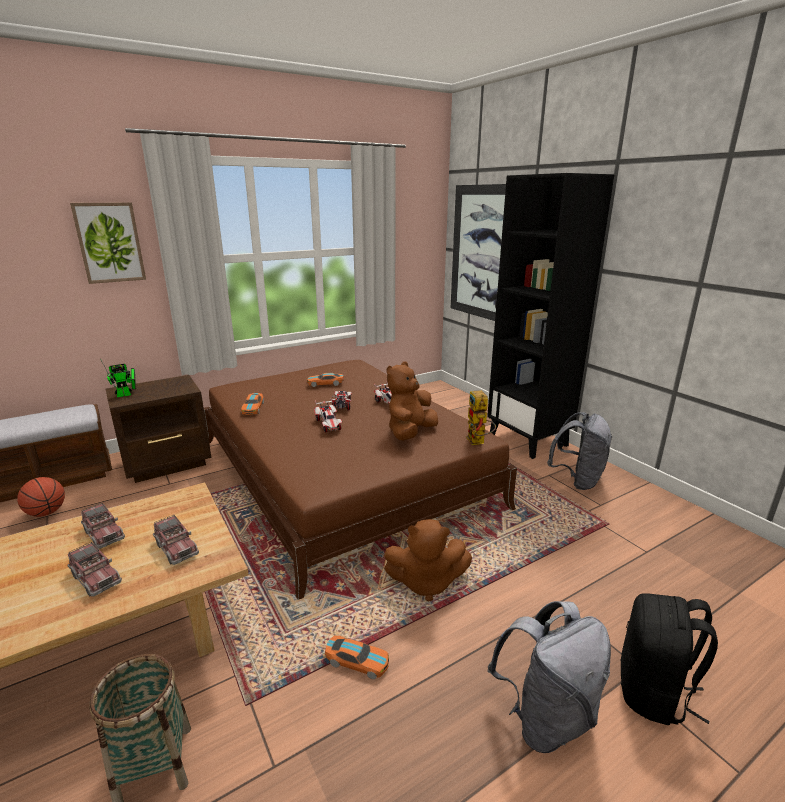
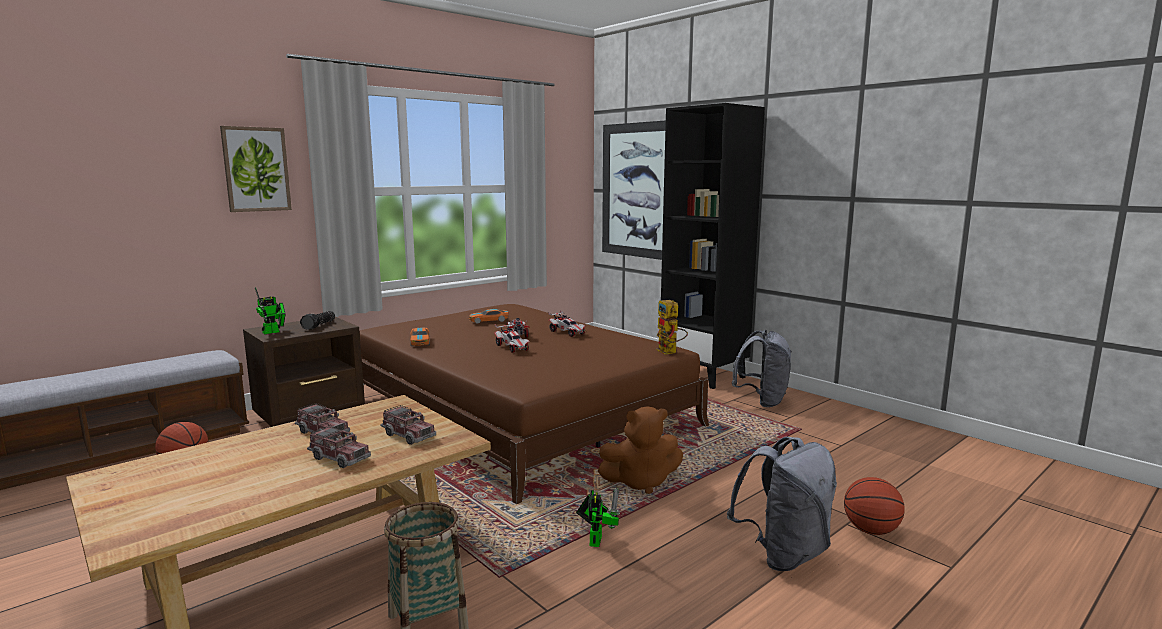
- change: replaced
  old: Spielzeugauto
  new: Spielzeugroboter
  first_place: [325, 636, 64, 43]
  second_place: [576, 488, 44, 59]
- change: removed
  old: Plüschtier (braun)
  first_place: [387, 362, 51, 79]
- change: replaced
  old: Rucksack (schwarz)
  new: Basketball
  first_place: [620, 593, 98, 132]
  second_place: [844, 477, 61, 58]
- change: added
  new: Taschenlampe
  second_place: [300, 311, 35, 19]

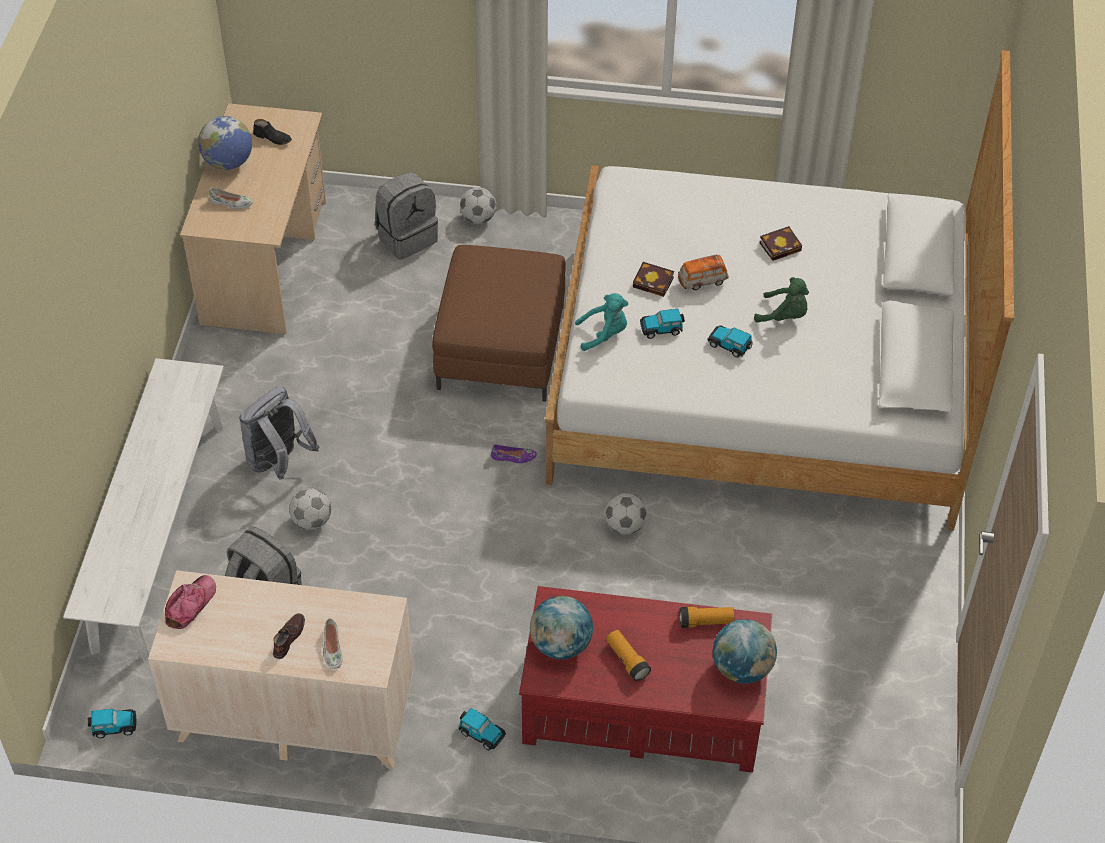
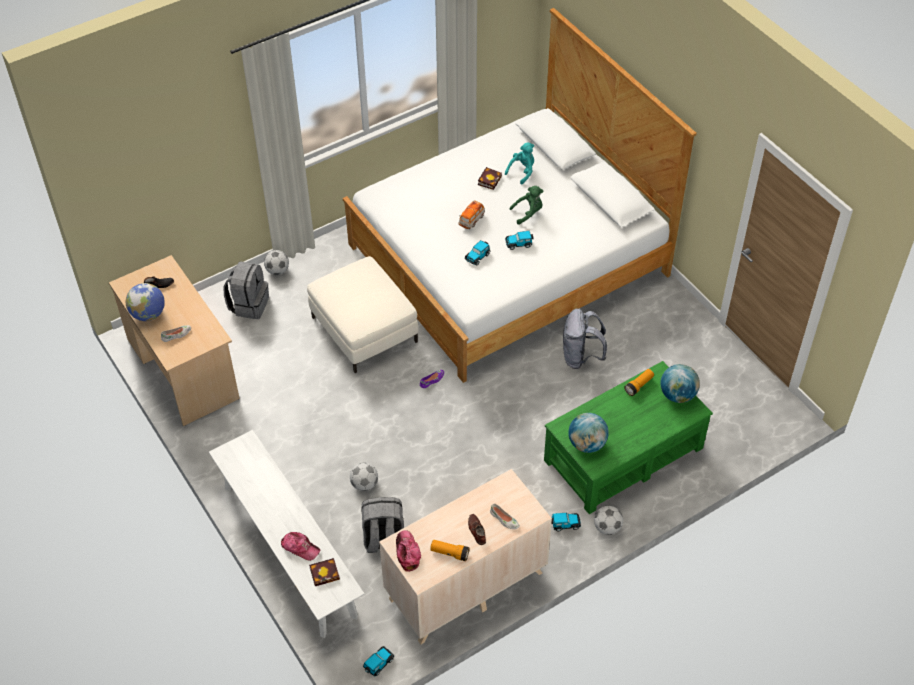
- change: moved
  old: Rucksack (grau)
  first_place: [239, 386, 81, 94]
  second_place: [563, 308, 44, 61]
- change: recoloured
  old: Polsterhocker (braun)
  new: Polsterhocker (weiß)
  first_place: [432, 245, 134, 157]
  second_place: [307, 256, 111, 117]
- change: recoloured
  old: Couchtisch (rot)
  new: Couchtisch (grün)
  first_place: [519, 586, 253, 187]
  second_place: [544, 361, 169, 153]
- change: moved
  old: Plüschtier (türkis)
  first_place: [575, 293, 53, 58]
  second_place: [505, 142, 29, 43]
- change: moved
  old: Fußball
  first_place: [605, 493, 42, 42]
  second_place: [594, 506, 29, 29]
- change: moved
  old: Taschenlampe
  first_place: [607, 630, 44, 51]
  second_place: [430, 540, 40, 21]
- change: moved
  old: Buch
  first_place: [633, 262, 41, 35]
  second_place: [309, 558, 31, 28]
- change: added
  new: Kappe
  second_place: [281, 532, 39, 29]

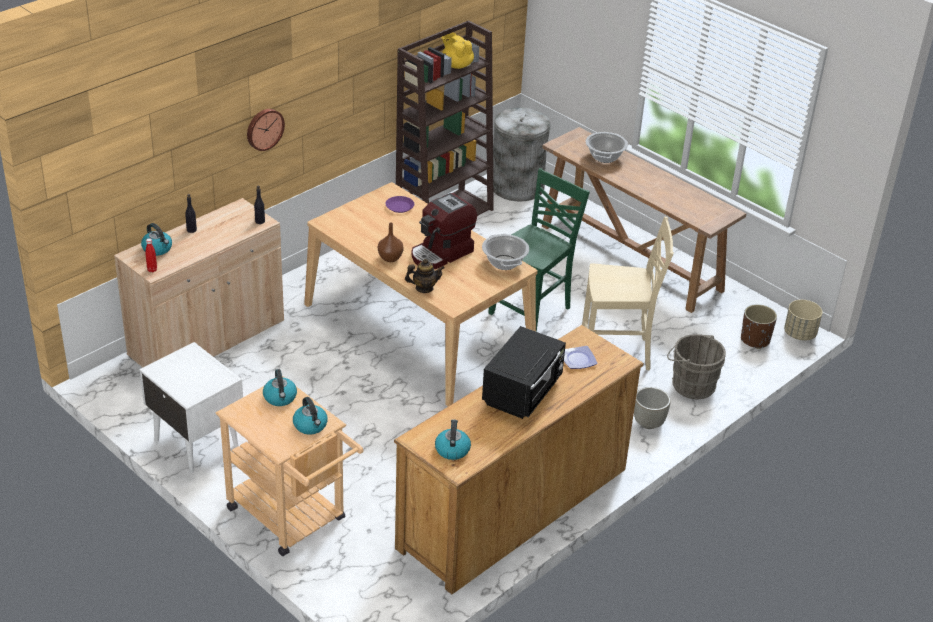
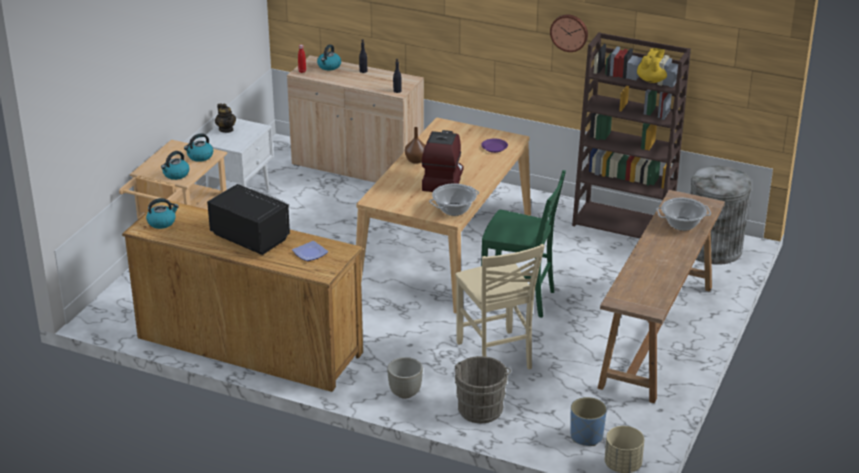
- change: moved
  old: Wanduhr
  first_place: [247, 109, 38, 42]
  second_place: [550, 15, 38, 37]
- change: moved
  old: Teekanne
  first_place: [405, 259, 40, 34]
  second_place: [215, 103, 21, 30]
- change: turned
  old: Kaffeemaschine
  first_place: [411, 193, 66, 76]
  second_place: [422, 130, 42, 62]
  degrees: 75
- change: turned
  old: Mikrowelle (schwarz)
  first_place: [482, 326, 84, 93]
  second_place: [207, 184, 83, 71]
  degrees: -150
- change: recoloured
  old: Pflanzkübel (braun)
  new: Pflanzkübel (blau)
  first_place: [741, 304, 36, 45]
  second_place: [571, 397, 36, 49]

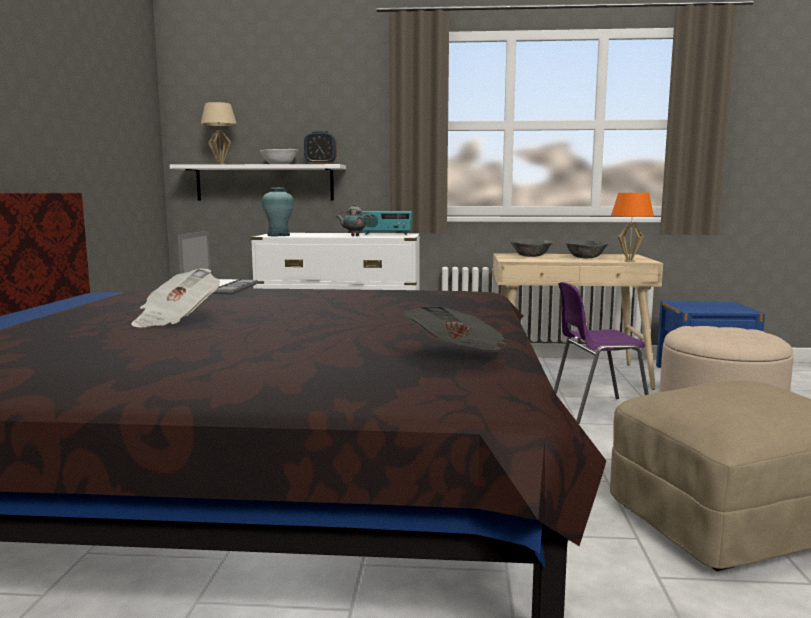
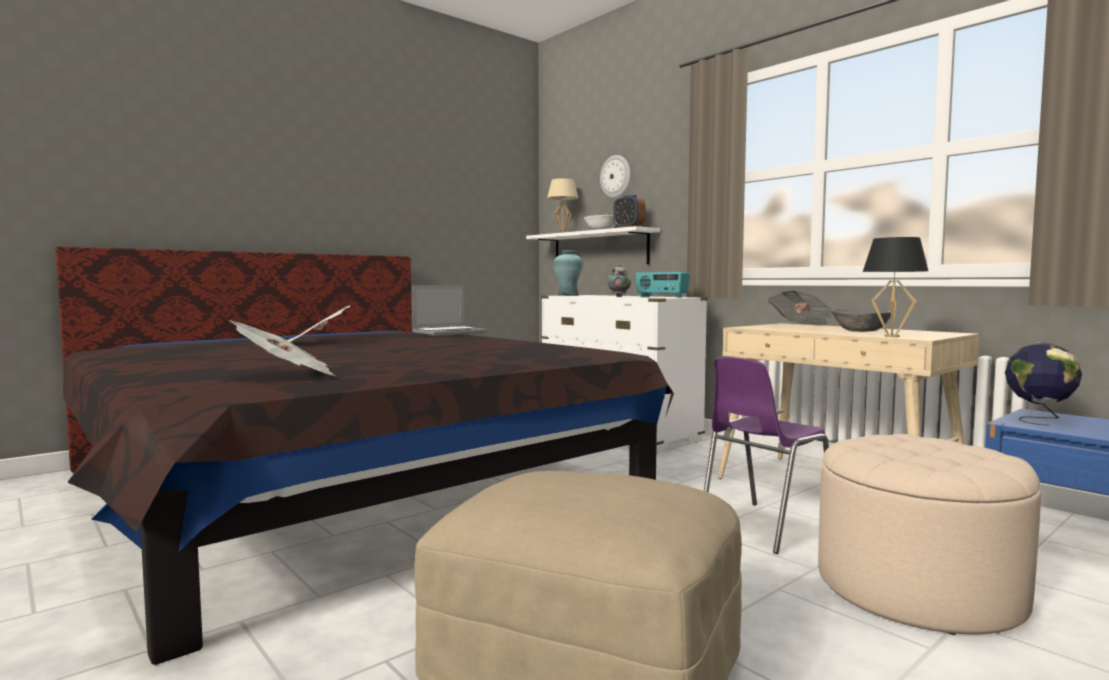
- change: replaced
  old: Schüssel (grau)
  new: Zeitung
  first_place: [511, 239, 42, 18]
  second_place: [768, 291, 64, 34]
- change: turned
  old: Stuhl (lila)
  first_place: [554, 282, 95, 142]
  second_place: [704, 357, 125, 197]
  degrees: -75
- change: recoloured
  old: Tischlampe (orange)
  new: Tischlampe (schwarz)
  first_place: [611, 193, 43, 69]
  second_place: [863, 237, 65, 100]
- change: added
  new: Wanduhr
  second_place: [600, 155, 30, 43]
- change: added
  new: Globus
  second_place: [1005, 343, 77, 83]

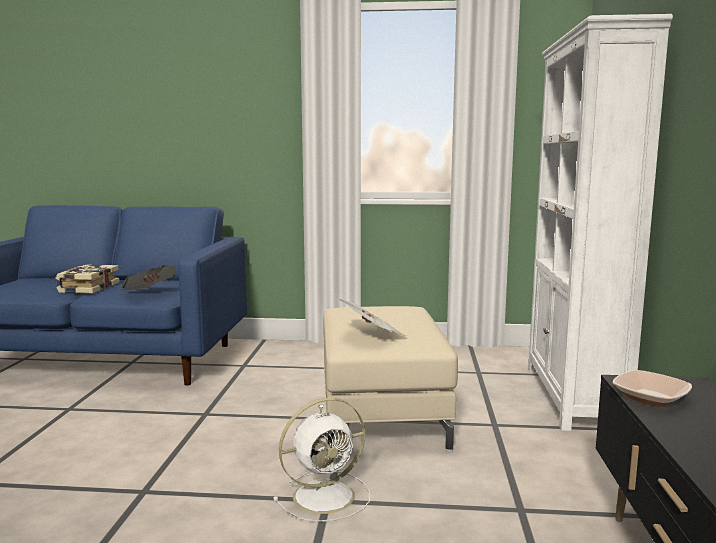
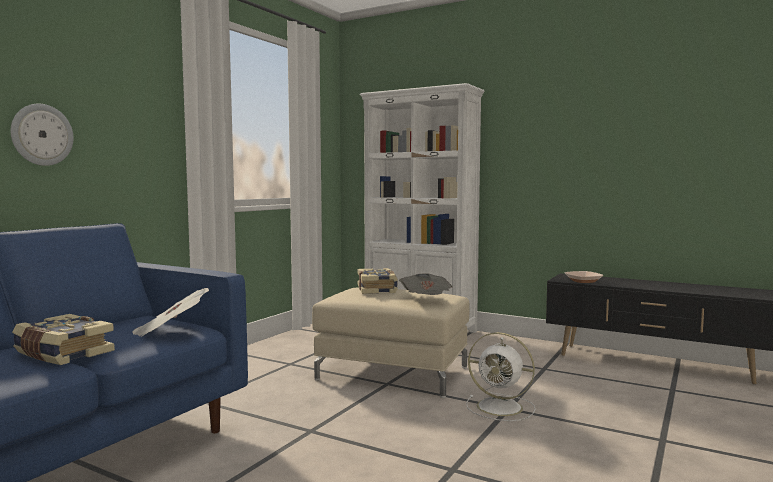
- change: turned
  old: Ventilator (weiß)
  first_place: [273, 398, 97, 124]
  second_place: [466, 332, 69, 89]
  degrees: 120
- change: added
  new: Wanduhr
  second_place: [10, 104, 63, 62]
- change: added
  new: Buch
  second_place: [358, 268, 40, 26]

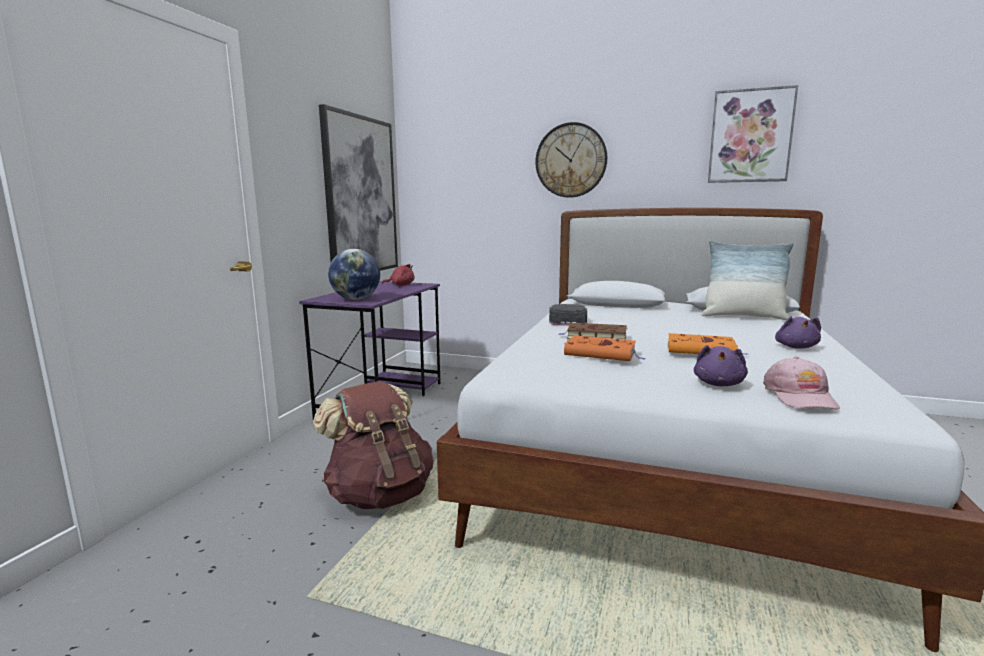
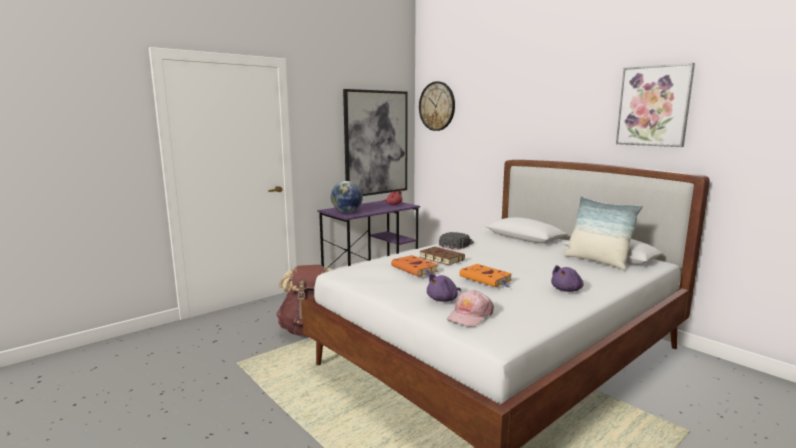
- change: moved
  old: Wanduhr
  first_place: [535, 122, 72, 76]
  second_place: [419, 81, 36, 50]

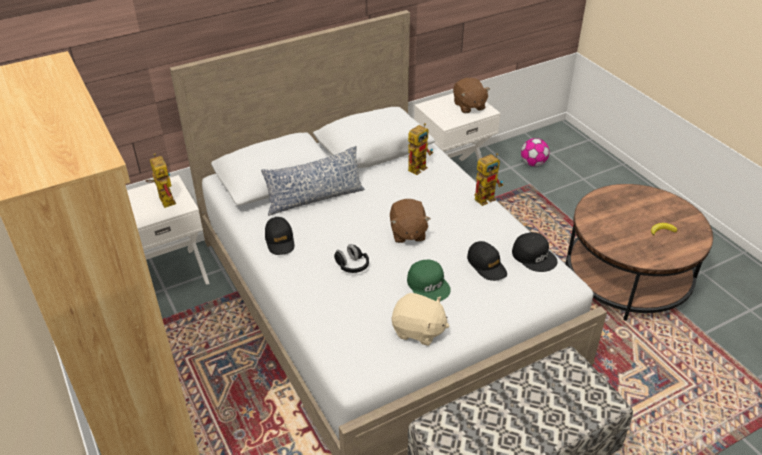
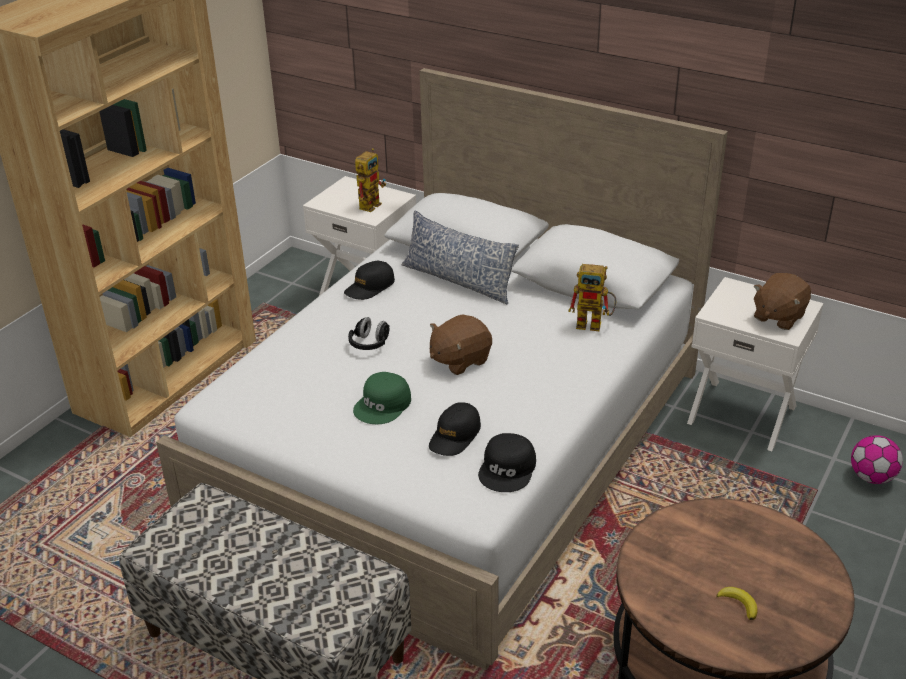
- change: removed
  old: Plüschtier (beige)
  first_place: [392, 293, 57, 53]
- change: removed
  old: Spielzeugroboter
  first_place: [474, 153, 29, 53]

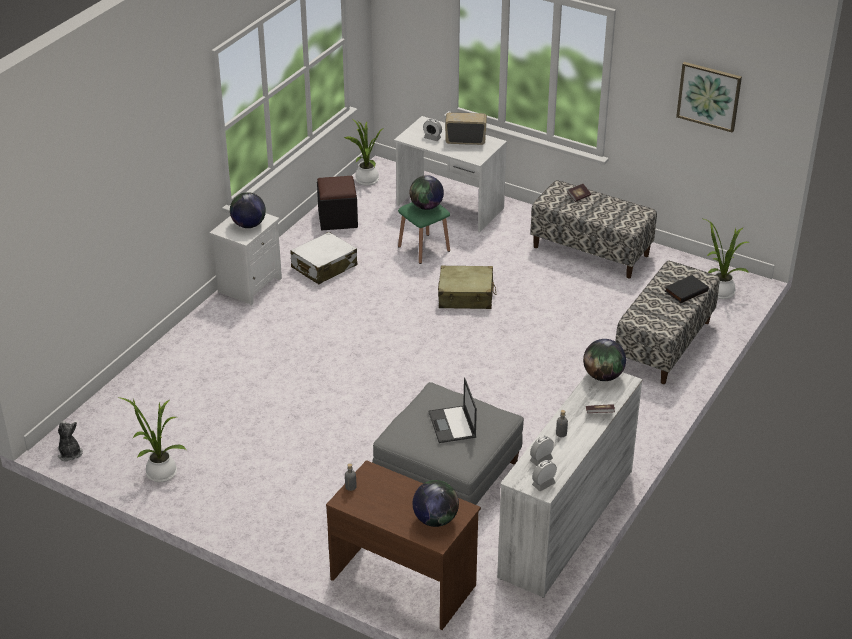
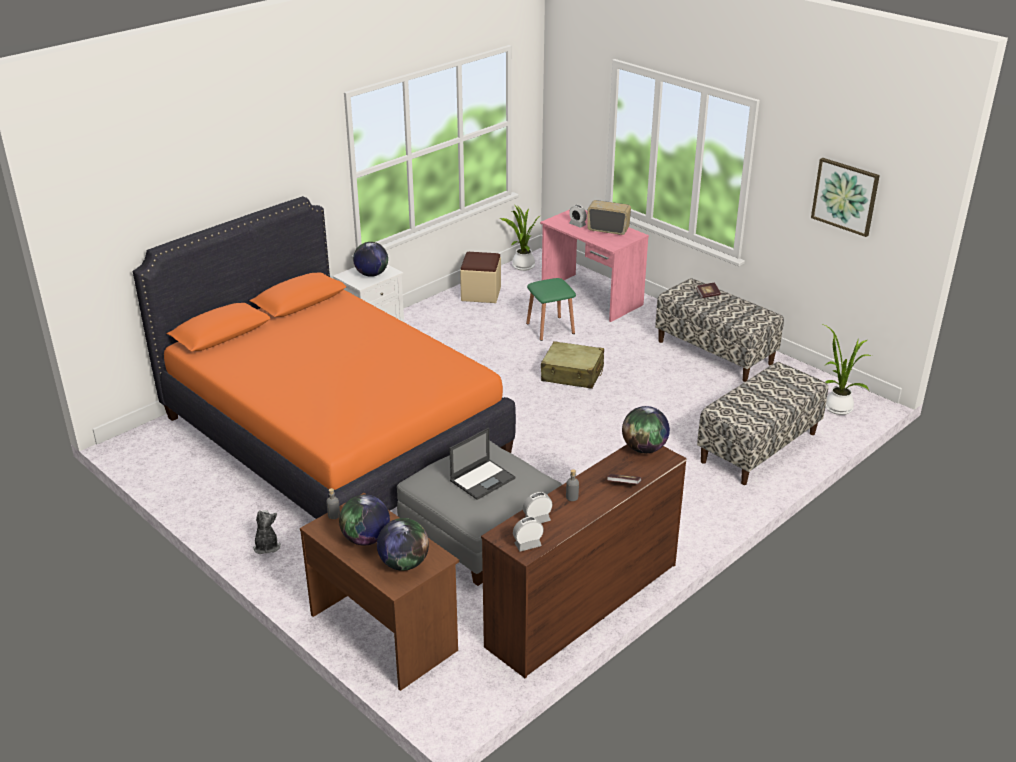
- change: moved
  old: Plüschtier
  first_place: [58, 421, 25, 41]
  second_place: [253, 510, 28, 44]
- change: removed
  old: Topfpflanze
  first_place: [121, 398, 66, 84]
- change: removed
  old: Koffer (weiß)
  first_place: [290, 232, 67, 52]
- change: recoloured
  old: Polsterhocker (schwarz)
  new: Polsterhocker (beige)
  first_place: [317, 176, 41, 54]
  second_place: [460, 252, 41, 51]
- change: recoloured
  old: Schreibtisch (weiß)
  new: Schreibtisch (rosa)
  first_place: [394, 116, 113, 116]
  second_place: [540, 210, 109, 112]
- change: moved
  old: Globus
  first_place: [409, 175, 35, 35]
  second_place: [339, 495, 51, 51]
- change: turned
  old: Laptop
  first_place: [428, 377, 49, 66]
  second_place: [449, 428, 67, 72]
  degrees: -135
- change: recoloured
  old: Kommode (weiß)
  new: Kommode (braun)
  first_place: [497, 372, 145, 226]
  second_place: [481, 444, 206, 234]
- change: removed
  old: Buch (schwarz)
  first_place: [665, 275, 44, 28]
- change: added
  new: Bett (orange)
  second_place: [133, 196, 383, 323]

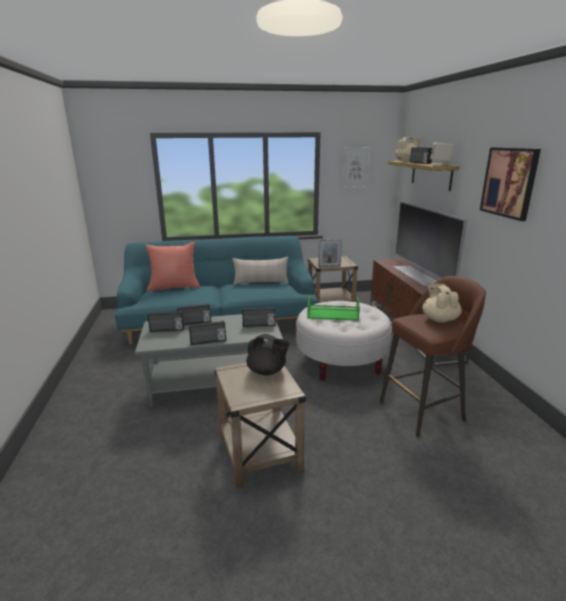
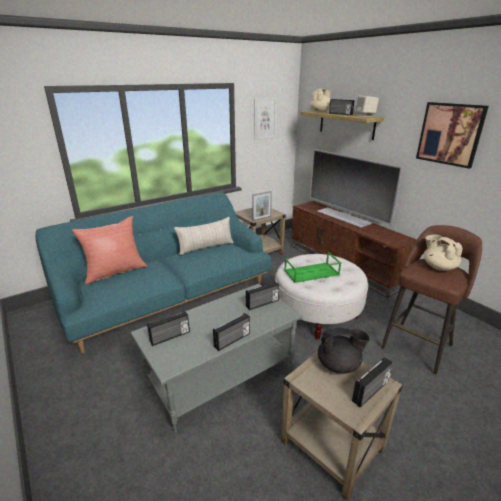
- change: moved
  old: Radio
  first_place: [177, 304, 34, 21]
  second_place: [352, 357, 41, 50]

